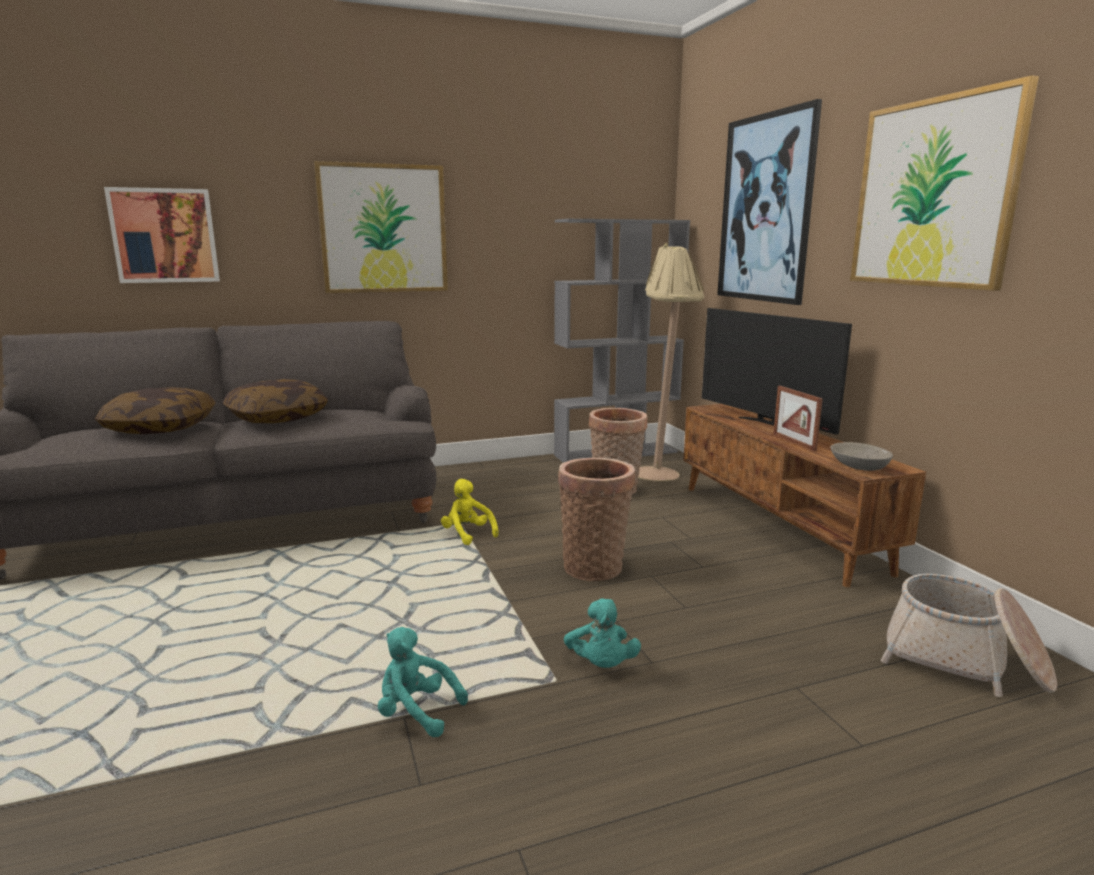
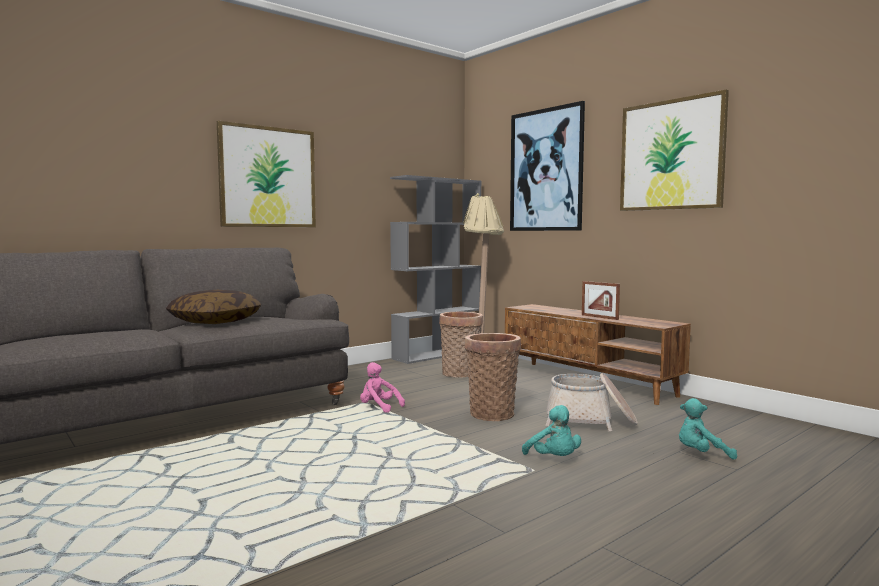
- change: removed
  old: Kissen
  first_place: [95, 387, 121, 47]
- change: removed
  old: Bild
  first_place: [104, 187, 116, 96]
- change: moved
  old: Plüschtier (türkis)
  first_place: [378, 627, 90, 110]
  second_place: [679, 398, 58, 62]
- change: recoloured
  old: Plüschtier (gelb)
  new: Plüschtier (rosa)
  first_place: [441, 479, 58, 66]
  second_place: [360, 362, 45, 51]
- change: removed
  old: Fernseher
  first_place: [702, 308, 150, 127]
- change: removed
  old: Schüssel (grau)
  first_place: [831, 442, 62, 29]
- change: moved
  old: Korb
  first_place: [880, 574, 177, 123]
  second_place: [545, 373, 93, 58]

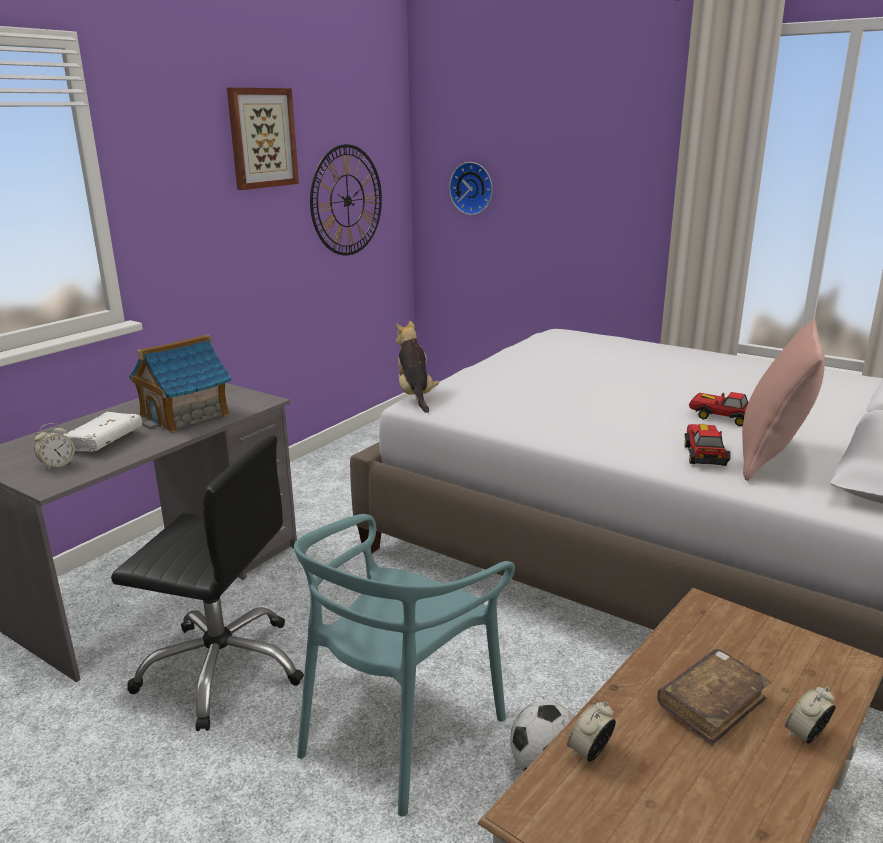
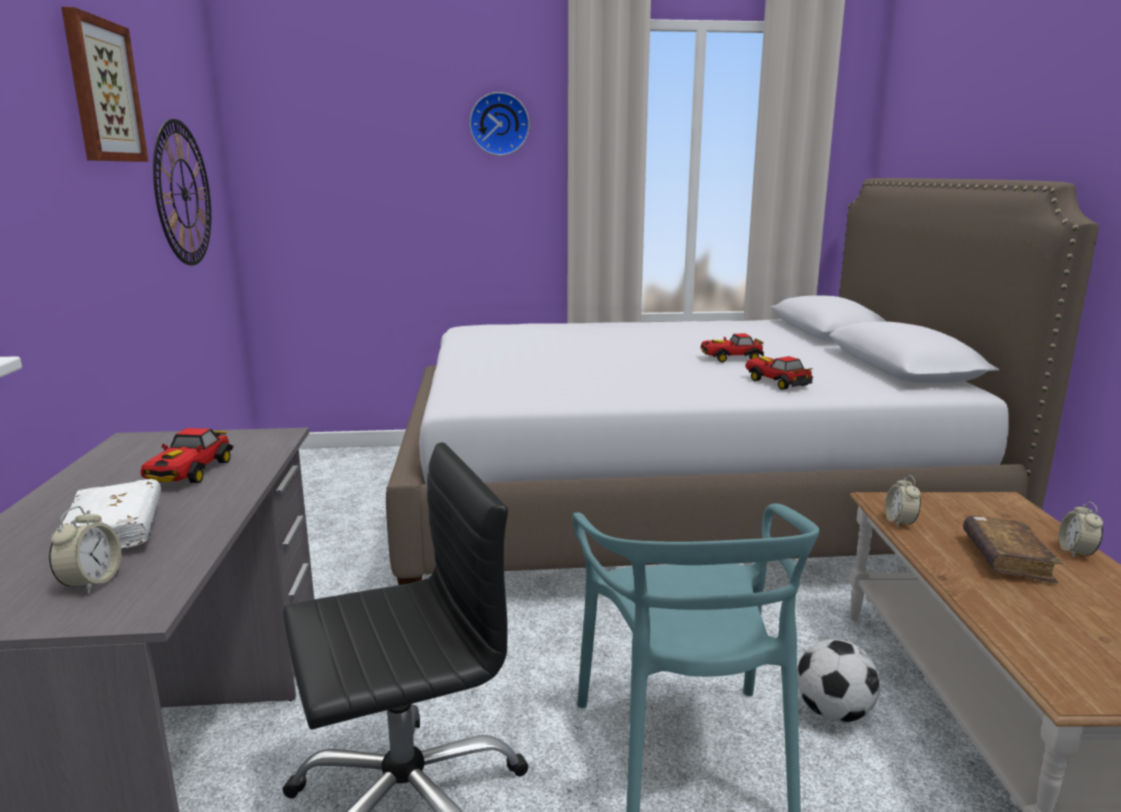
- change: replaced
  old: Spielzeughaus
  new: Spielzeugauto
  first_place: [129, 335, 103, 98]
  second_place: [141, 428, 92, 55]
- change: removed
  old: Plüschtier
  first_place: [396, 321, 43, 92]
- change: moved
  old: Wanduhr
  first_place: [449, 162, 44, 53]
  second_place: [469, 92, 61, 64]
- change: moved
  old: Wecker
  first_place: [567, 702, 49, 60]
  second_place: [885, 475, 36, 53]
- change: removed
  old: Kissen (rosa)
  first_place: [742, 319, 83, 162]

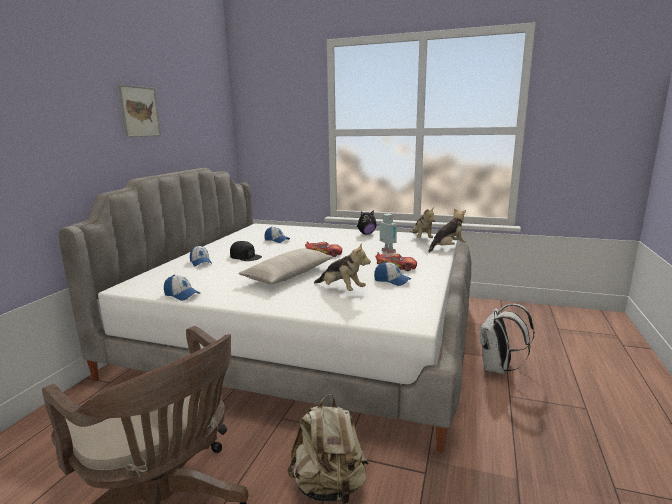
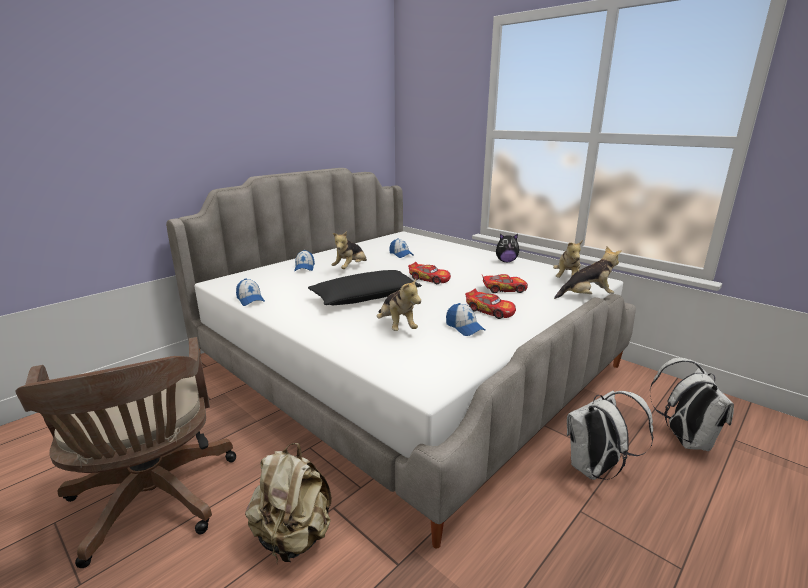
- change: removed
  old: Bild
  first_place: [118, 84, 43, 54]
- change: replaced
  old: Kappe (schwarz)
  new: Plüschtier
  first_place: [230, 241, 32, 20]
  second_place: [332, 231, 35, 38]
- change: recoloured
  old: Kissen (beige)
  new: Kissen (schwarz)
  first_place: [238, 248, 95, 36]
  second_place: [308, 270, 114, 35]
- change: replaced
  old: Spielzeugroboter
  new: Spielzeugauto
  first_place: [380, 213, 17, 41]
  second_place: [482, 274, 46, 19]
- change: added
  new: Rucksack (weiß)
  second_place: [650, 358, 84, 93]

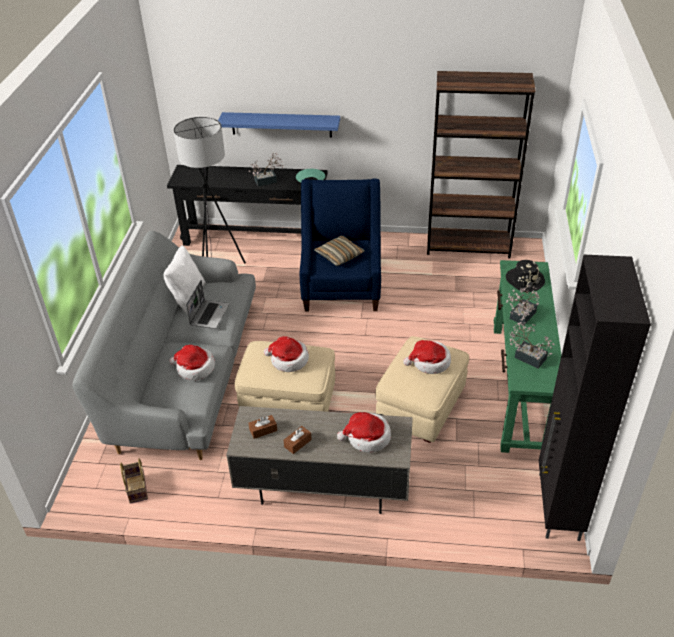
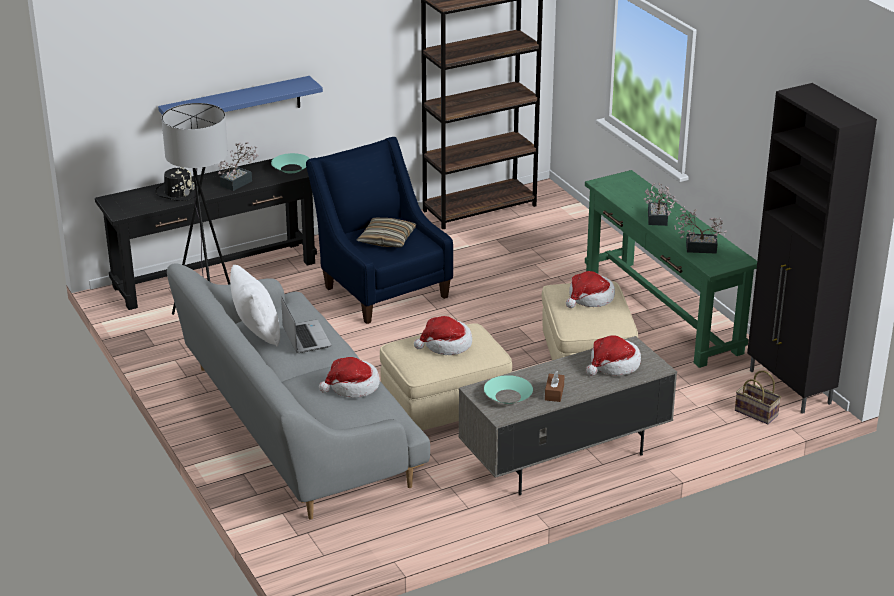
- change: moved
  old: Korb
  first_place: [120, 458, 28, 46]
  second_place: [735, 370, 46, 54]
- change: replaced
  old: Taschentuchbox (braun)
  new: Schüssel (türkis)
  first_place: [249, 415, 28, 24]
  second_place: [484, 375, 49, 29]
- change: moved
  old: Hut (schwarz)
  first_place: [506, 260, 39, 32]
  second_place: [155, 167, 41, 34]

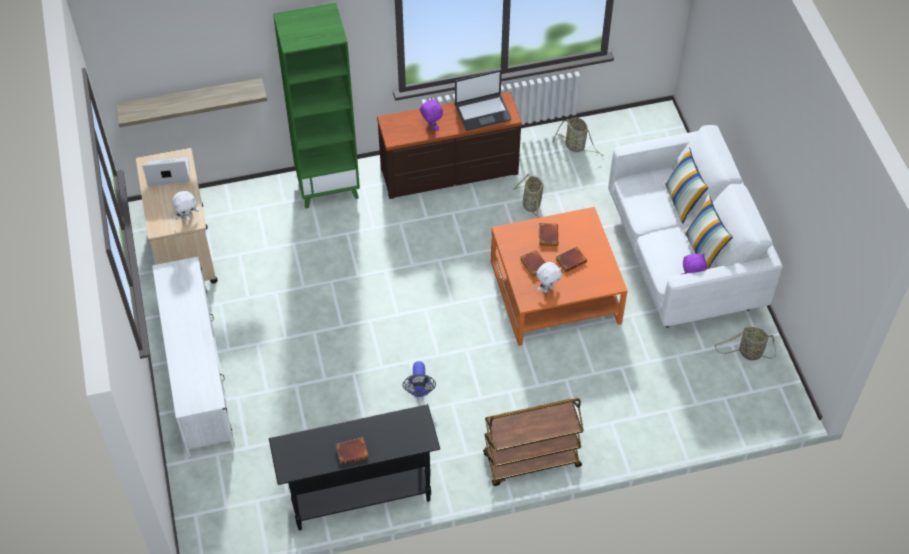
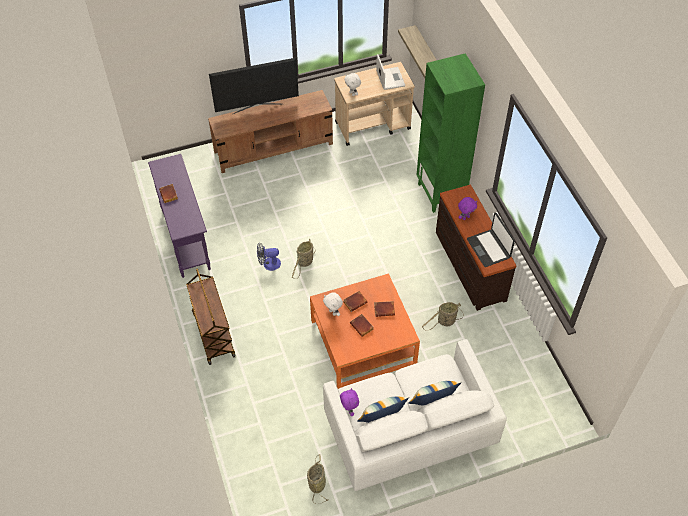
- change: recoloured
  old: Fernsehschrank (weiß)
  new: Fernsehschrank (braun)
  first_place: [152, 257, 83, 200]
  second_place: [208, 90, 125, 83]
- change: recoloured
  old: Konsolentisch (schwarz)
  new: Konsolentisch (lila)
  first_place: [269, 404, 171, 126]
  second_place: [148, 154, 63, 124]
- change: moved
  old: Korb
  first_place: [553, 118, 51, 38]
  second_place: [292, 239, 24, 40]
- change: added
  new: Fernseher
  second_place: [209, 58, 90, 56]

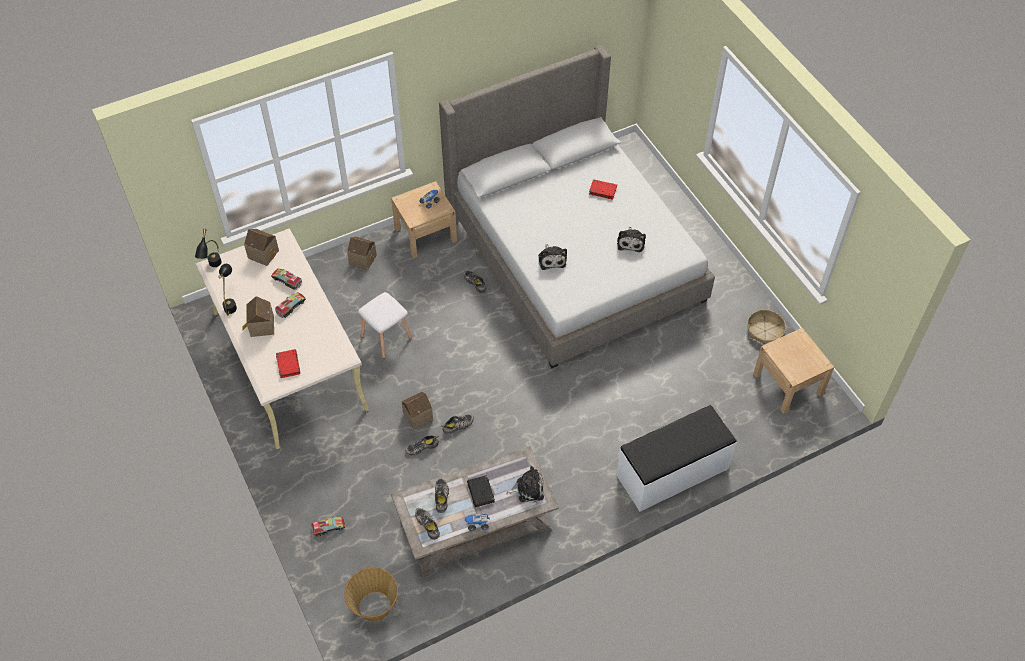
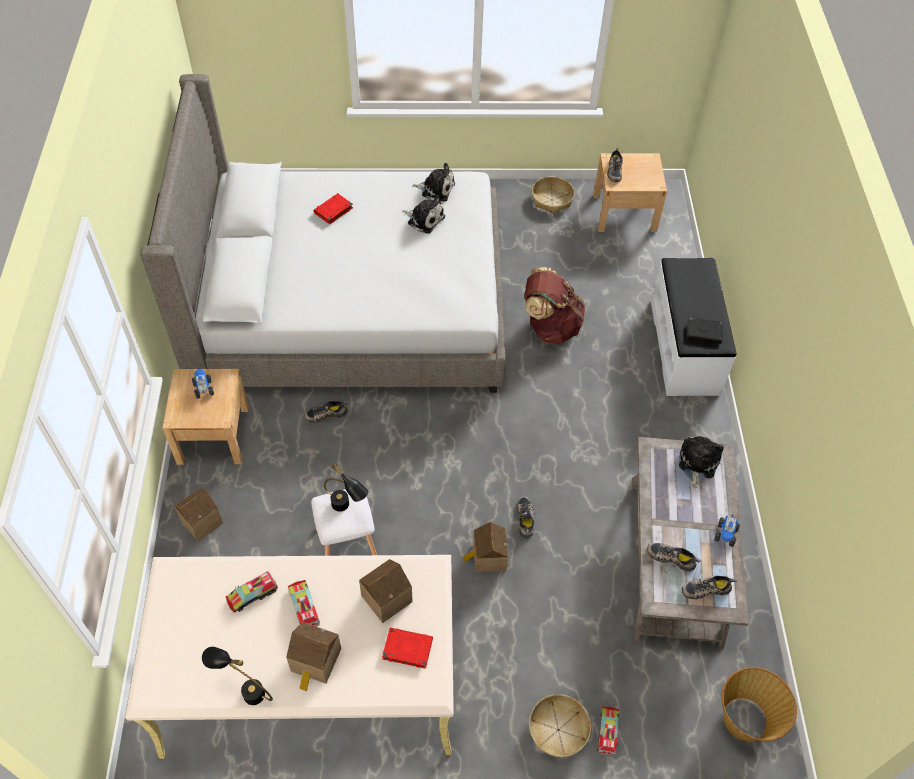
- change: moved
  old: Tischlampe (schwarz)
  first_place: [195, 229, 27, 38]
  second_place: [324, 463, 45, 49]
- change: moved
  old: Spielzeughaus
  first_place: [244, 229, 35, 37]
  second_place: [359, 559, 54, 64]
- change: moved
  old: Schuh
  first_place: [405, 435, 34, 20]
  second_place: [607, 147, 16, 35]
- change: moved
  old: Buch (schwarz)
  first_place: [467, 475, 28, 32]
  second_place: [687, 317, 36, 27]
- change: moved
  old: Plüschtier
  first_place: [538, 244, 29, 26]
  second_place: [412, 163, 43, 39]
- change: added
  new: Rucksack (braun)
  second_place: [524, 267, 61, 77]
- change: added
  new: Korb
  second_place: [529, 694, 62, 65]

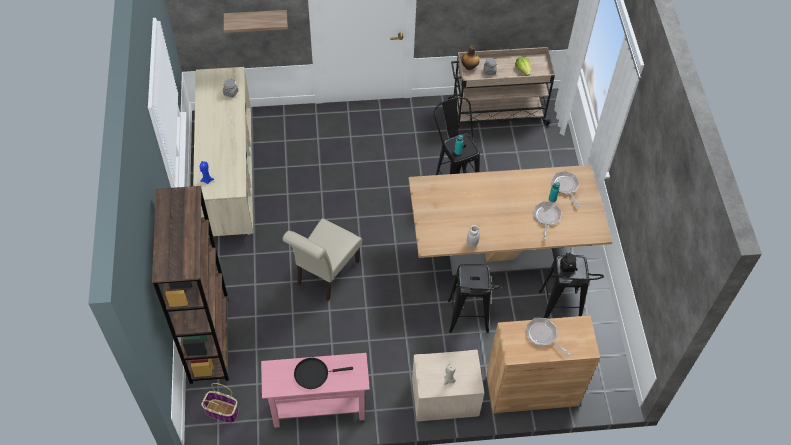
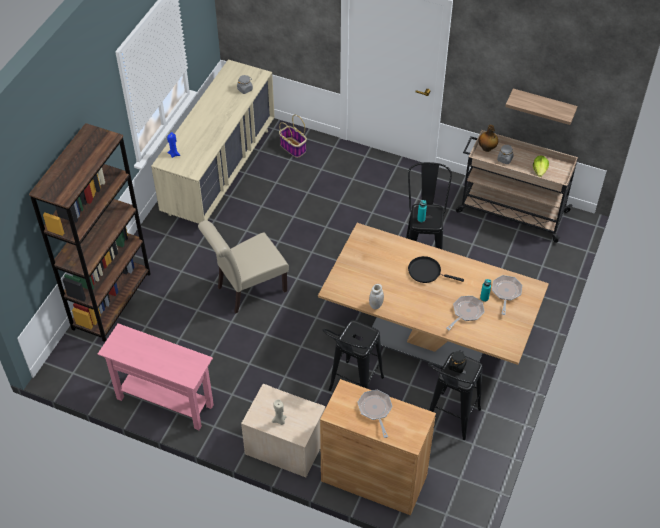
- change: moved
  old: Korb
  first_place: [201, 383, 38, 40]
  second_place: [279, 115, 28, 43]
- change: moved
  old: Wandregal
  first_place: [224, 10, 64, 23]
  second_place: [505, 89, 73, 36]
- change: moved
  old: Pfanne (schwarz)
  first_place: [294, 358, 59, 31]
  second_place: [408, 256, 56, 27]

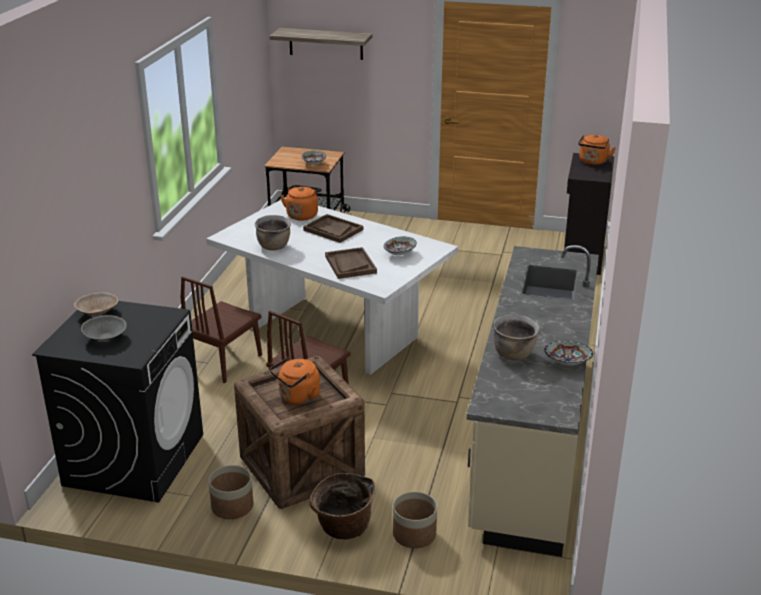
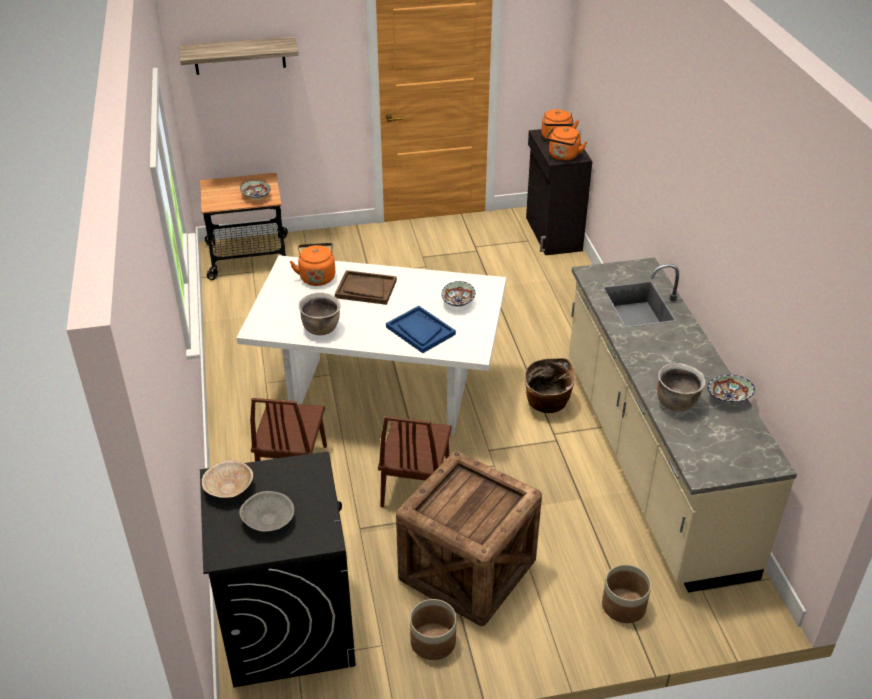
- change: moved
  old: Wasserkessel (orange)
  first_place: [270, 357, 50, 48]
  second_place: [546, 126, 41, 35]
- change: moved
  old: Korb
  first_place: [309, 473, 66, 67]
  second_place: [525, 358, 51, 55]
- change: recoloured
  old: Tablett (braun)
  new: Tablett (blau)
  first_place: [325, 247, 52, 32]
  second_place: [386, 306, 70, 47]

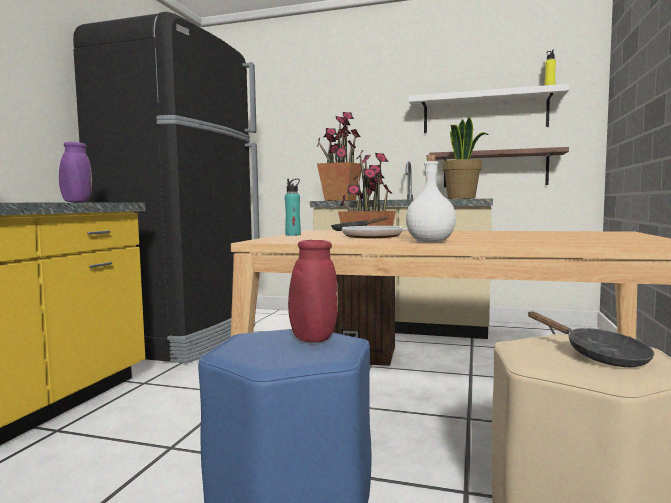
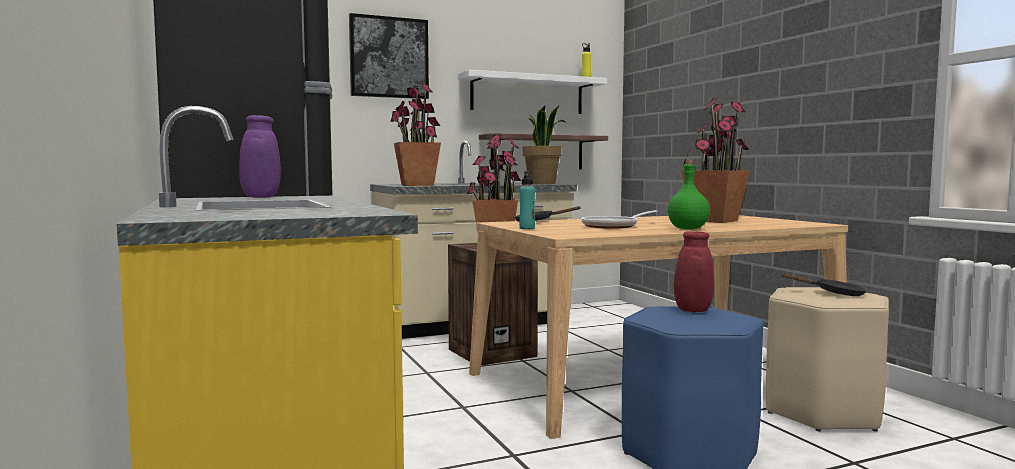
- change: recoloured
  old: Flasche (weiß)
  new: Flasche (grün)
  first_place: [406, 155, 50, 87]
  second_place: [668, 159, 41, 70]
- change: added
  new: Bild
  second_place: [349, 13, 80, 86]
- change: added
  new: Topfpflanze
  second_place: [681, 97, 69, 126]

